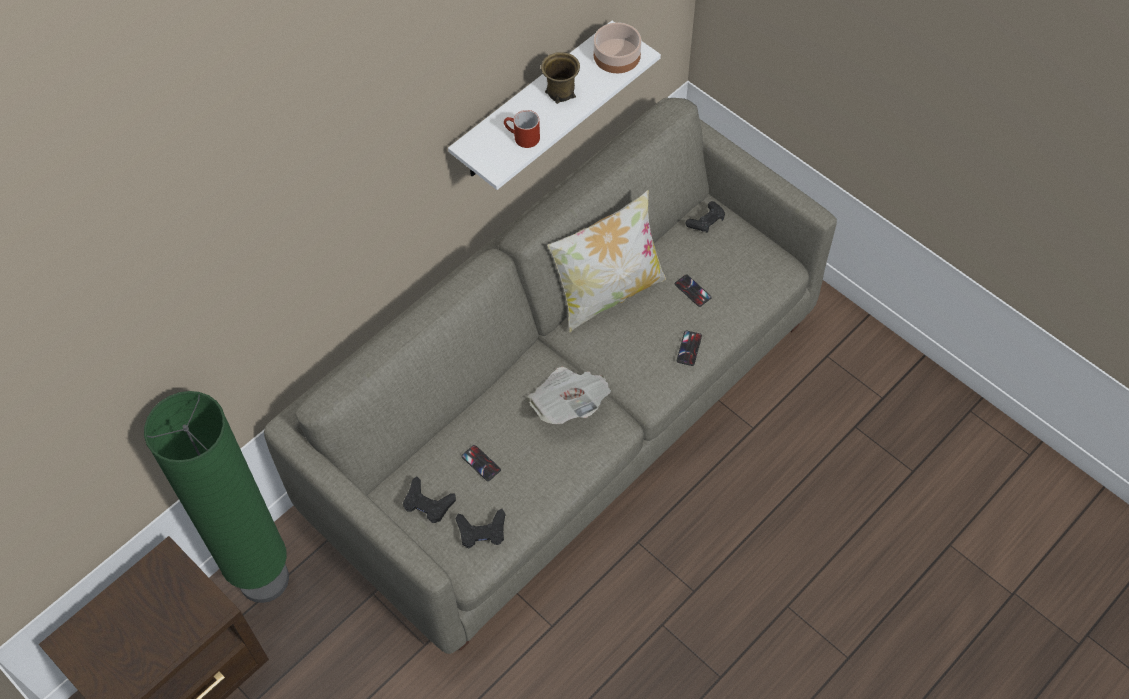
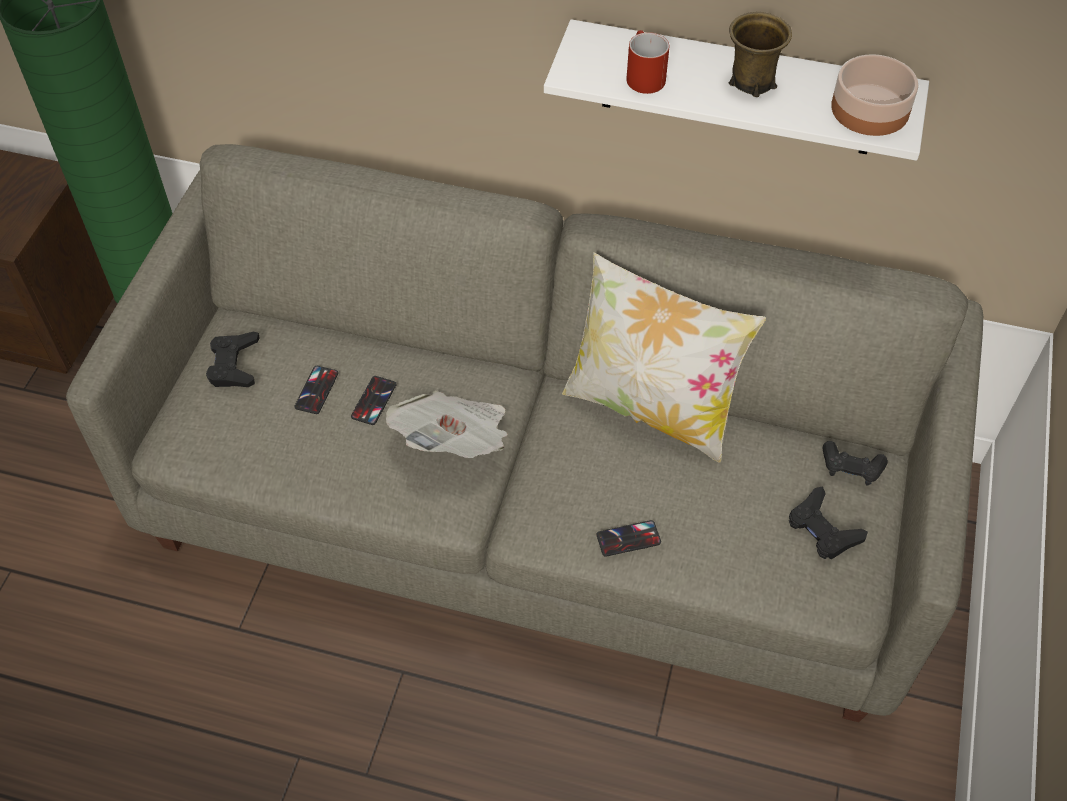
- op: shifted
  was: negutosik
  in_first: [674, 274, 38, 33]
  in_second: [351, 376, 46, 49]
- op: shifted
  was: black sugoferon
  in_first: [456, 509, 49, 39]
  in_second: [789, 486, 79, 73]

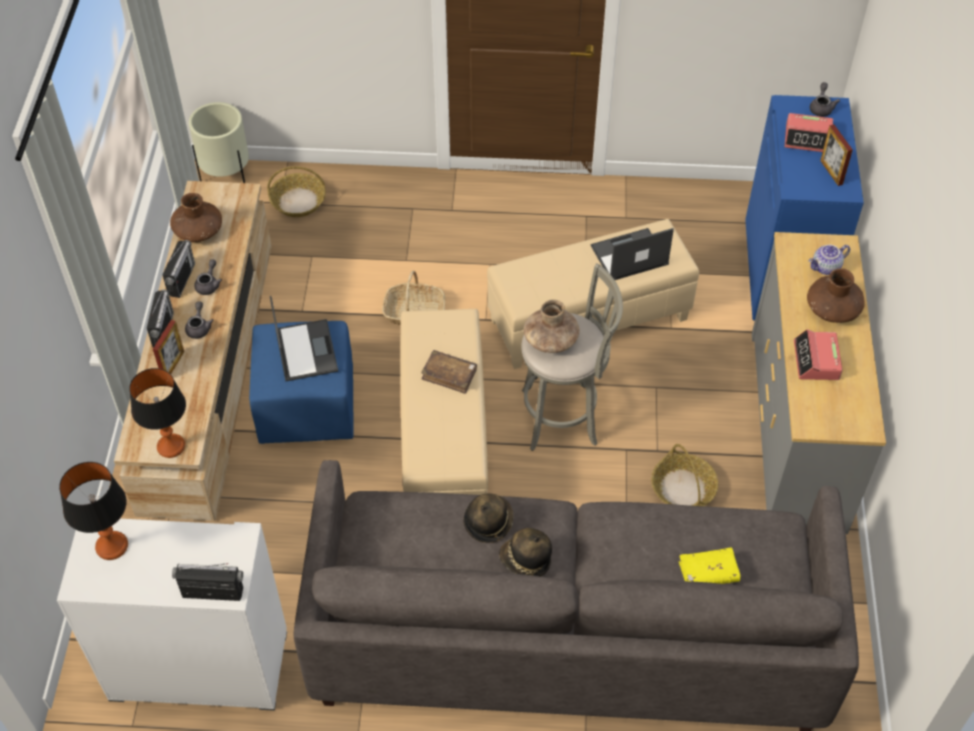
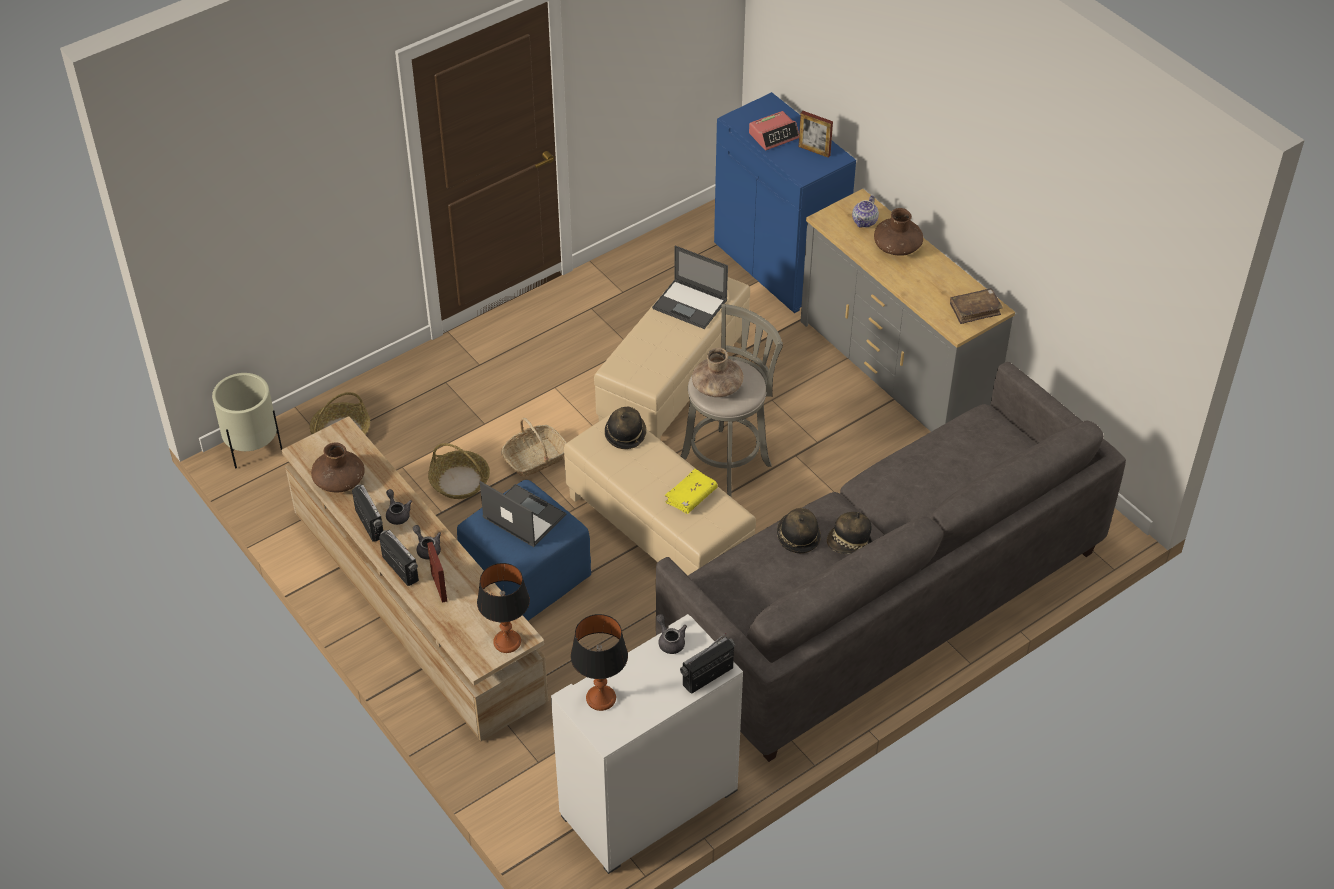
- op: shifted
  was: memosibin
  in_first: [651, 444, 67, 62]
  in_second: [428, 443, 62, 56]
- op: new
  now: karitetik
  in_second: [605, 407, 42, 42]
- op: rotated
  was: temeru
  in_first: [590, 228, 84, 52]
  in_second: [652, 245, 76, 84]
  clockwise: -90
- op: shifted
  was: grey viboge
  in_first: [810, 82, 30, 35]
  in_second: [656, 614, 31, 40]
- op: shifted
  was: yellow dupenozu
  in_first: [679, 547, 62, 37]
  in_second: [665, 469, 53, 45]
- op: shifted
  was: brown dupenozu
  in_first: [421, 350, 56, 44]
  in_second: [950, 288, 53, 36]
- op: gone
  was: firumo
  in_first: [794, 329, 48, 51]

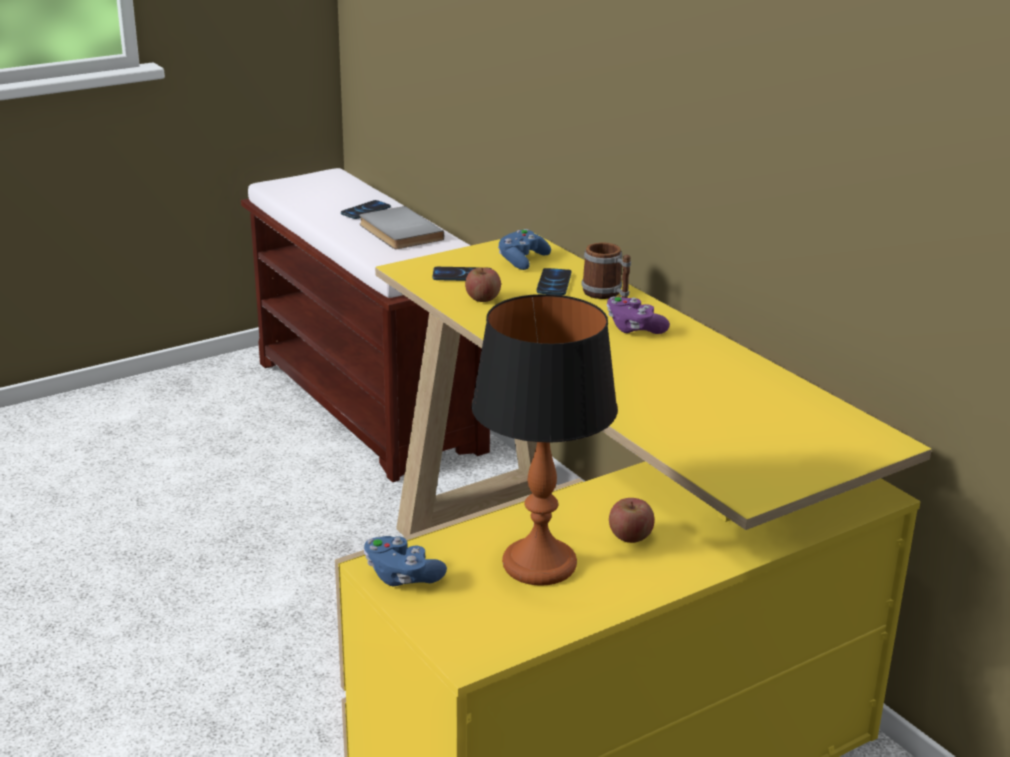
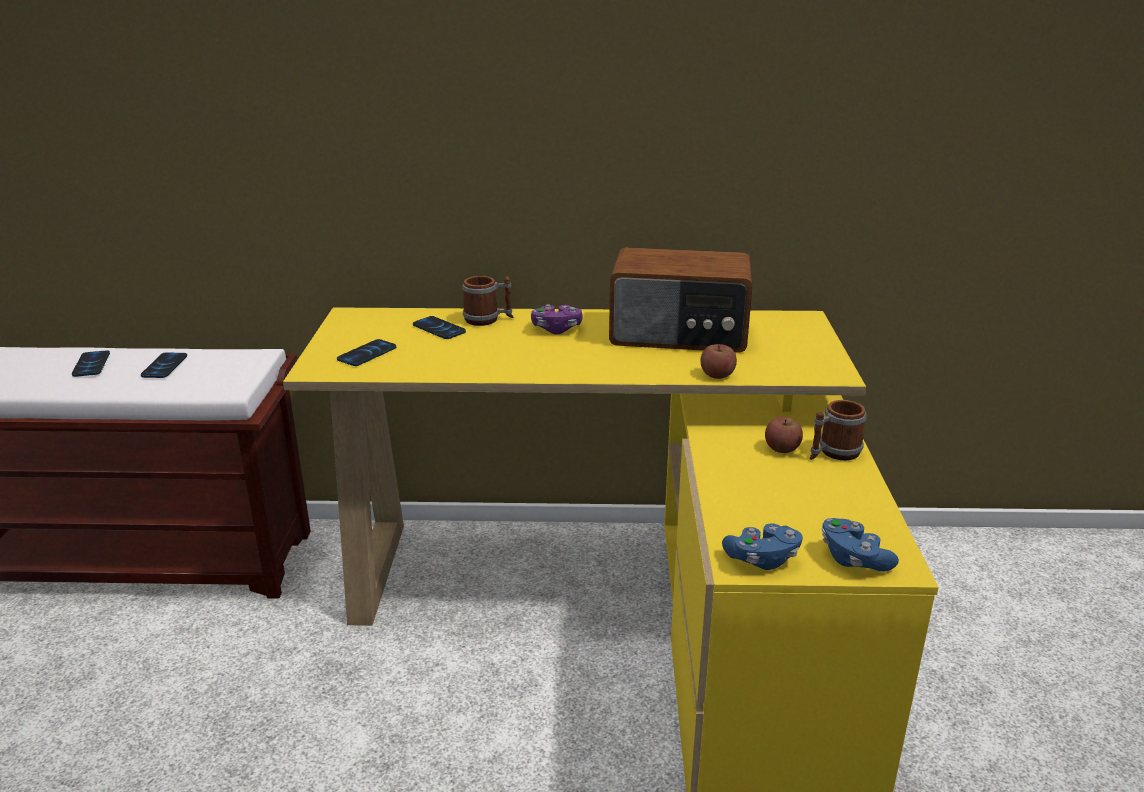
- op: swapped
  was: grey dupenozu
  now: negutosik
  in_first: [359, 206, 85, 43]
  in_second: [141, 353, 46, 25]
- op: new
  now: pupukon
  in_second: [609, 247, 143, 106]
- op: shifted
  was: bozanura
  in_first: [465, 268, 36, 34]
  in_second: [701, 344, 36, 35]
- op: new
  now: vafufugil
  in_second: [810, 400, 57, 60]
- op: shifted
  was: blue sugoferon
  in_first: [498, 229, 53, 41]
  in_second: [822, 518, 77, 54]
- op: gone
  was: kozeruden
  in_first: [471, 294, 147, 292]

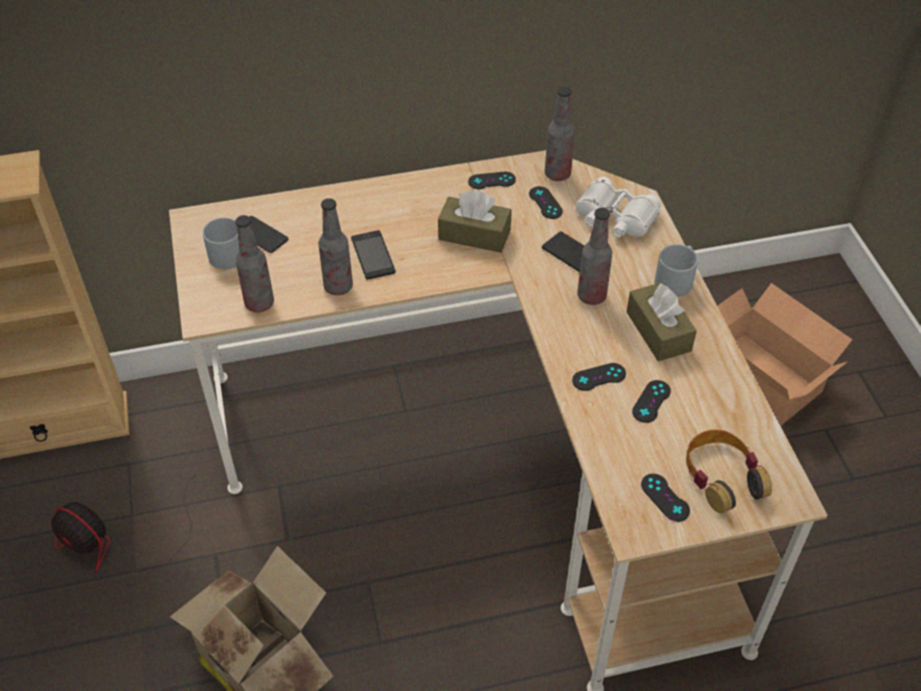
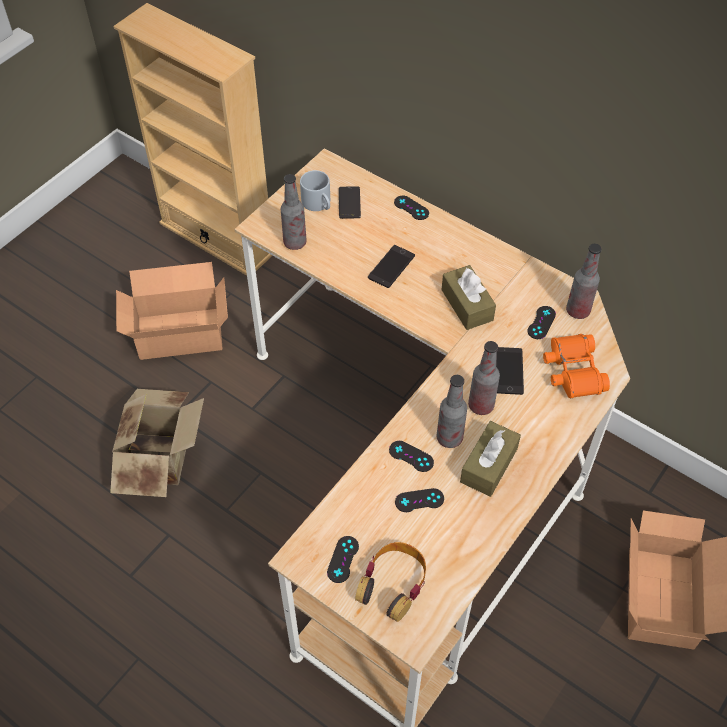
- op: swapped
  was: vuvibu
  now: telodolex
  in_first: [51, 471, 148, 102]
  in_second: [116, 262, 112, 98]
- op: shifted
  was: black sugoferon
  in_first: [468, 172, 48, 17]
  in_second: [394, 196, 35, 24]
- op: shifted
  was: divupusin
  in_first: [318, 198, 35, 97]
  in_second: [437, 375, 30, 73]
- op: repainted
  was: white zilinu
  now: orange zilinu
  in_first: [575, 177, 86, 60]
  in_second: [543, 334, 67, 64]
- op: gone
  was: grey vafufugil
  in_first: [655, 244, 43, 53]

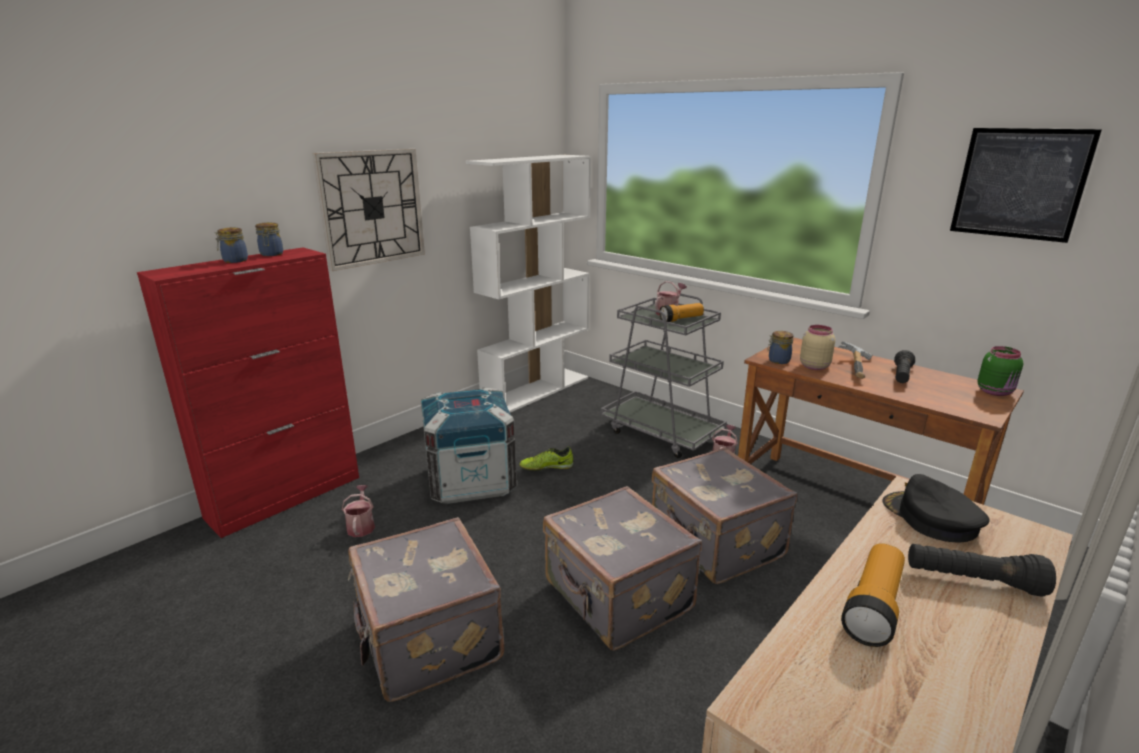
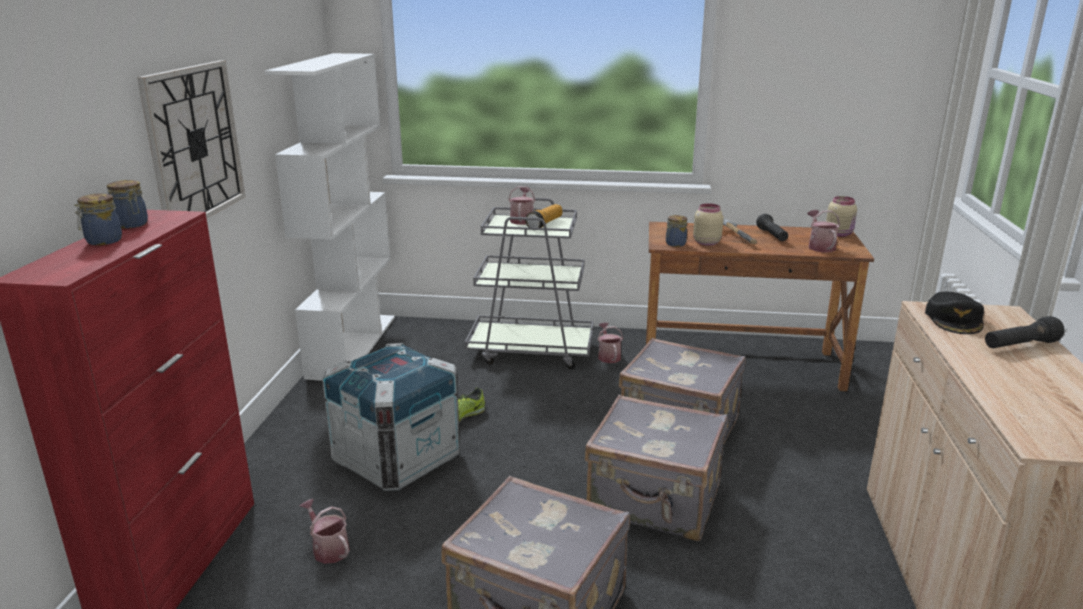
- op: new
  now: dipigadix
  in_second: [808, 210, 32, 43]
- op: repainted
  was: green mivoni
  now: beige mivoni
  in_first: [978, 346, 45, 50]
  in_second: [826, 196, 31, 41]
- op: rotated
  was: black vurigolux
  in_first: [882, 474, 108, 68]
  in_second: [925, 292, 59, 42]
  clockwise: -105
- op: gone
  was: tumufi
  in_first: [841, 543, 64, 104]
- op: gone
  was: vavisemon
  in_first: [950, 128, 152, 115]

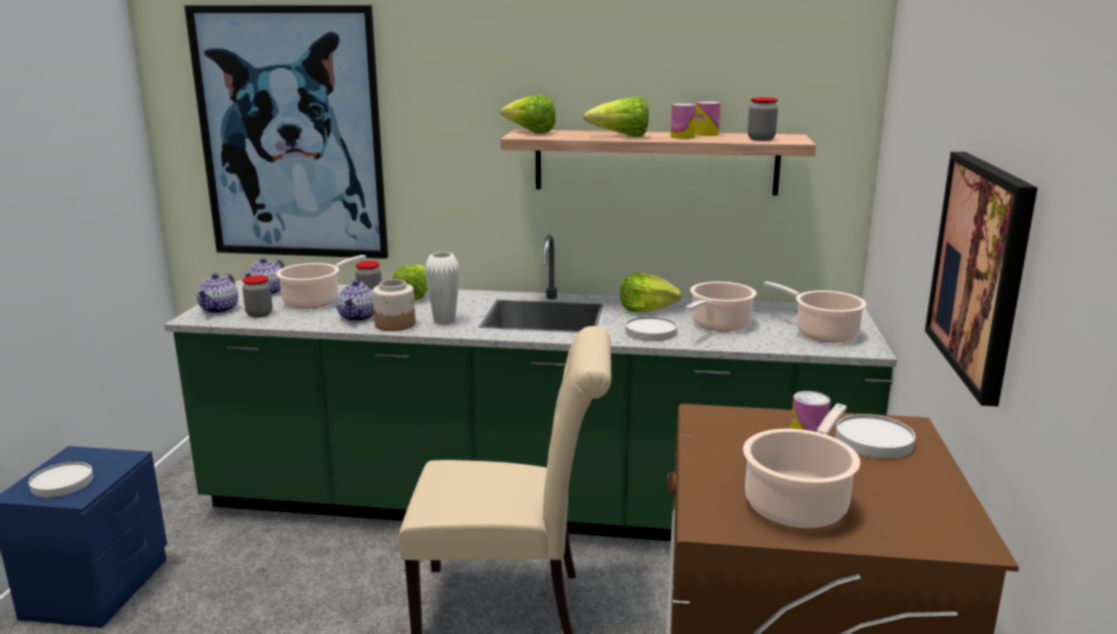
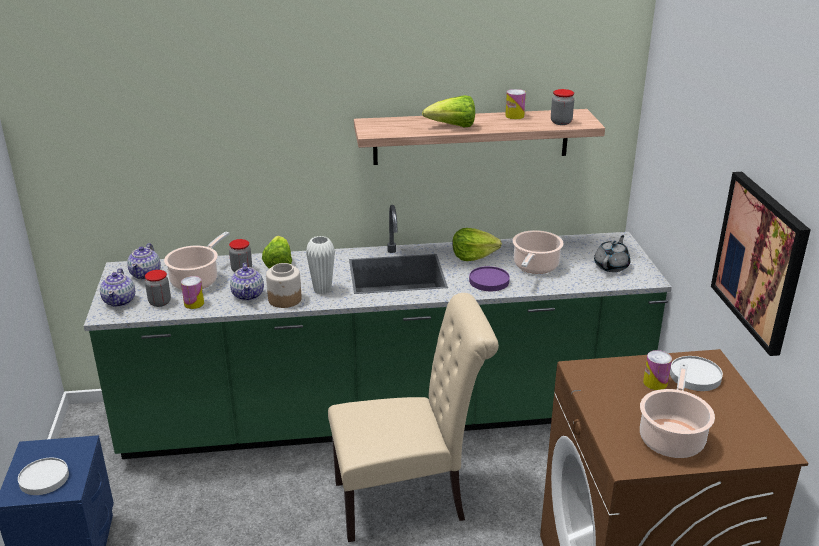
- op: shifted
  was: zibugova
  in_first: [671, 103, 25, 36]
  in_second: [181, 276, 23, 33]
- op: repainted
  was: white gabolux
  now: purple gabolux
  in_first: [625, 316, 52, 25]
  in_second: [469, 266, 41, 25]
- op: swapped
  was: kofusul
  now: grey viboge
  in_first: [763, 281, 103, 62]
  in_second: [594, 235, 37, 37]
- op: gone
  was: vavisemon
  in_first: [184, 5, 204, 254]
- op: gone
  was: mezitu
  in_first: [500, 94, 56, 40]

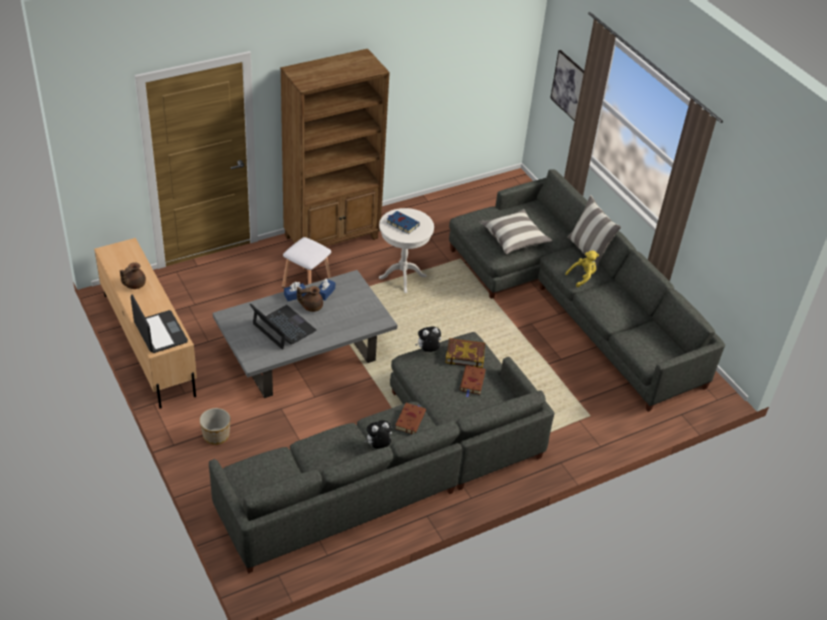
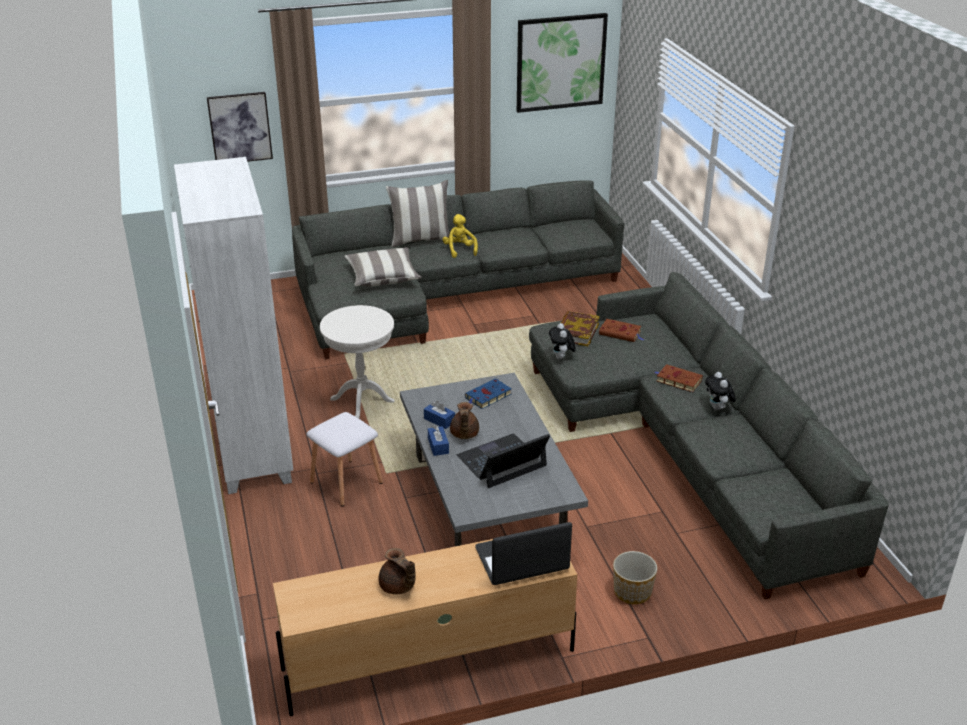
- op: repainted
  was: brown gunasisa
  now: white gunasisa
  in_first: [280, 49, 110, 198]
  in_second: [174, 157, 119, 337]
- op: shifted
  was: blue dupenozu
  in_first: [386, 211, 34, 23]
  in_second: [465, 378, 47, 31]
- op: new
  now: vavisemon
  in_second: [517, 13, 91, 100]

